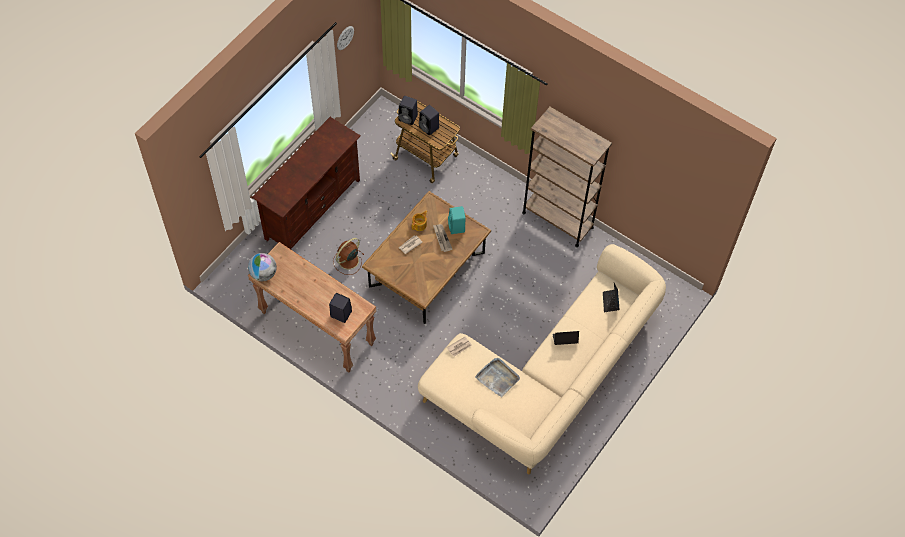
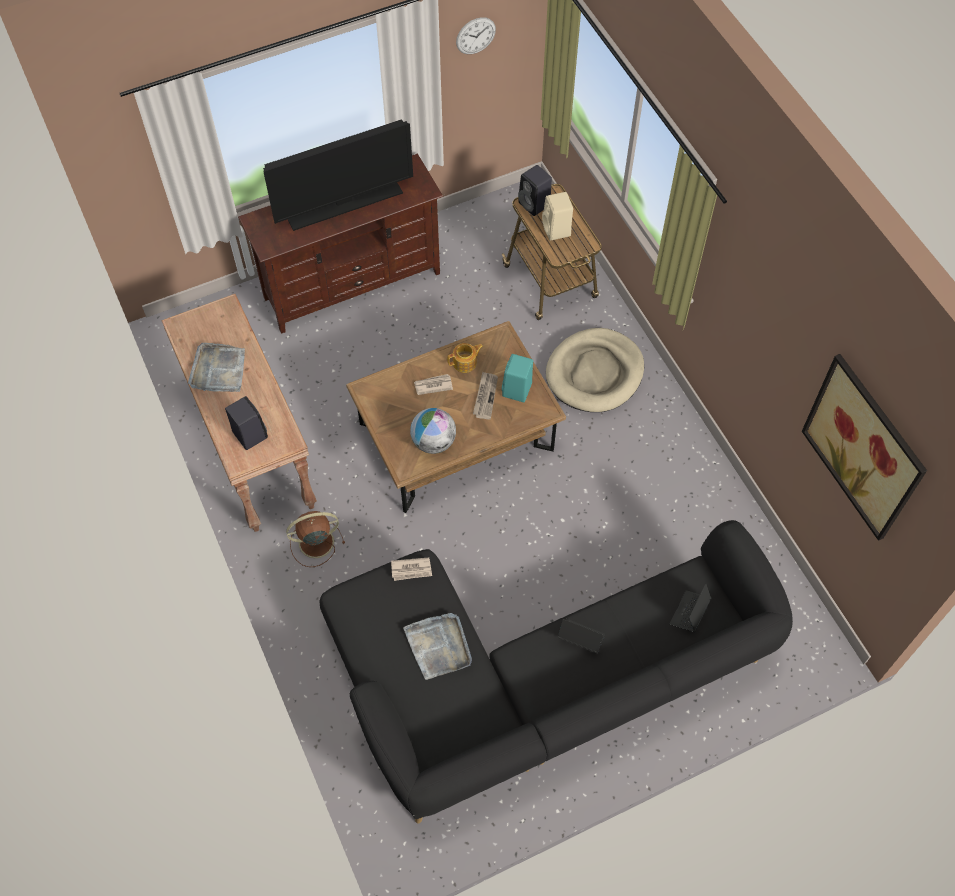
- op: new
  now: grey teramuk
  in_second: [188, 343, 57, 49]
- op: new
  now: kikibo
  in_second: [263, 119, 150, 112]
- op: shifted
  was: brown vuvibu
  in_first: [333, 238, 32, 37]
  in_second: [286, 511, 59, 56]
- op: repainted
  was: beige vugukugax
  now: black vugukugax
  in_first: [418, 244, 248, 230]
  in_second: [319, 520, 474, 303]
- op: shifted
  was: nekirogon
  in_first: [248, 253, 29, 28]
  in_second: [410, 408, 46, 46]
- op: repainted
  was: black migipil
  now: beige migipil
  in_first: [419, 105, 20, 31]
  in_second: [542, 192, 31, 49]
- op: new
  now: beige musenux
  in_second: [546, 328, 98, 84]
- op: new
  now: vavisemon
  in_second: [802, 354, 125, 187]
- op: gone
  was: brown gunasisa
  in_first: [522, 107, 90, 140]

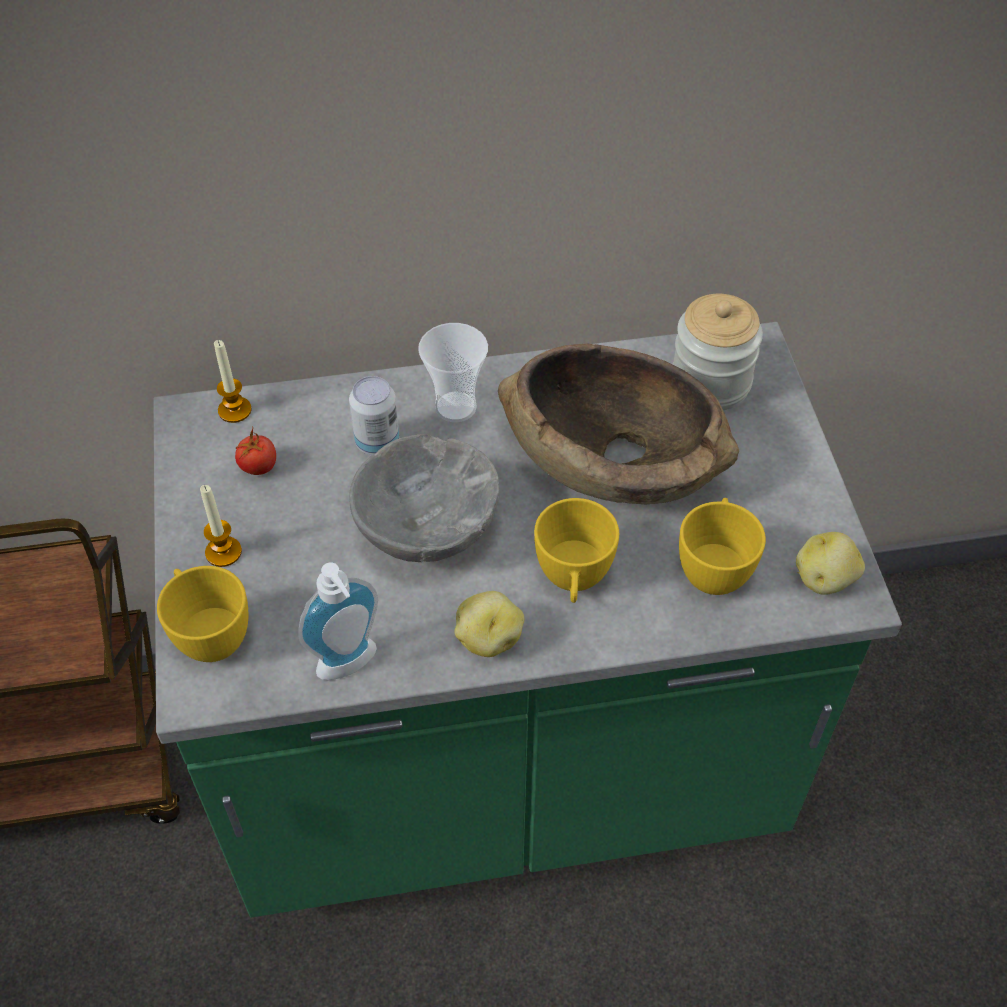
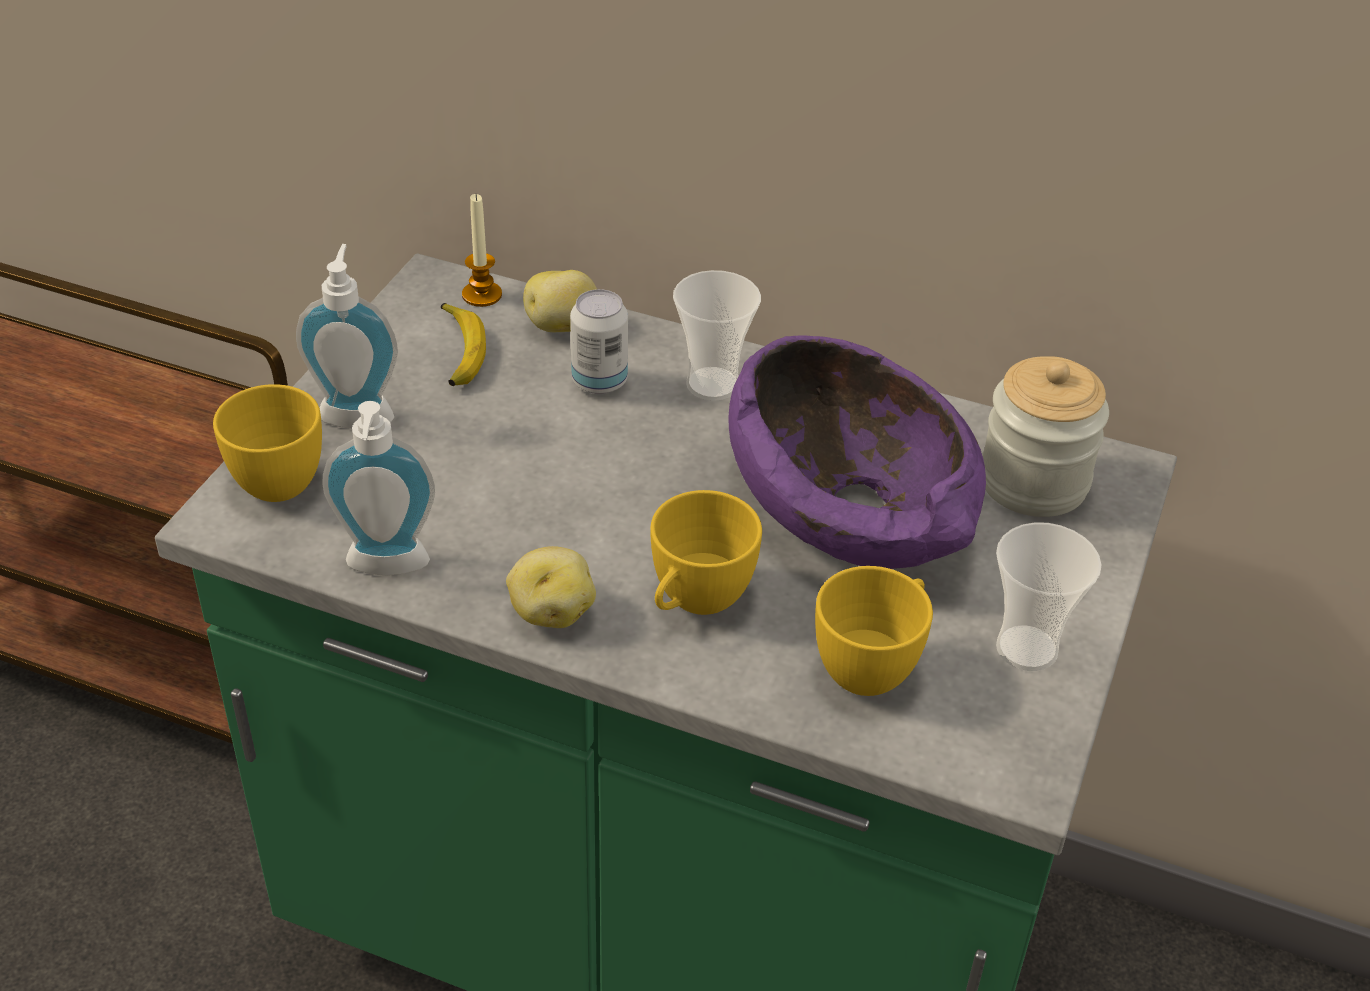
- op: swapped
  was: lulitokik
  now: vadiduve
  in_first: [200, 485, 42, 82]
  in_second: [296, 244, 102, 185]
- op: swapped
  was: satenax
  now: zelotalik
  in_first: [235, 428, 41, 47]
  in_second: [441, 303, 45, 83]
- op: shifted
  was: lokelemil
  in_first: [796, 532, 69, 63]
  in_second: [523, 270, 74, 62]
- op: repainted
  was: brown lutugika
  now: purple lutugika
  in_first: [498, 344, 241, 160]
  in_second: [728, 335, 258, 234]
- op: new
  now: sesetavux
  in_second: [996, 522, 105, 149]
- op: gone
  was: grey lutugika
  in_first: [349, 434, 151, 128]

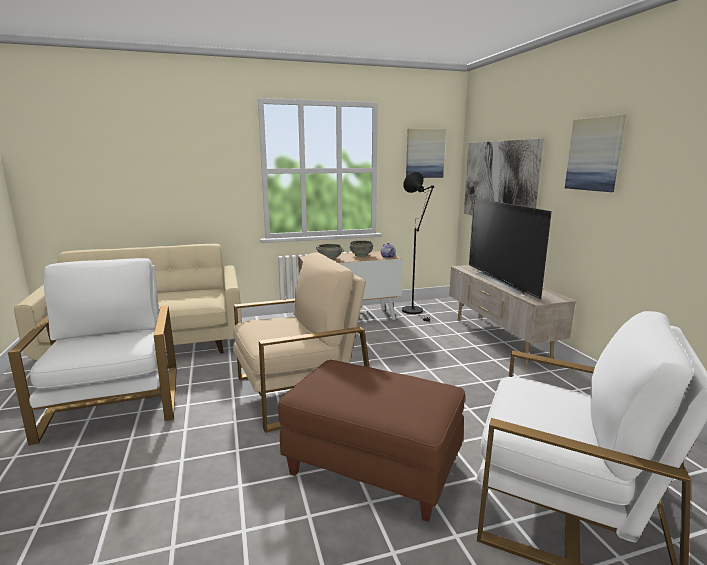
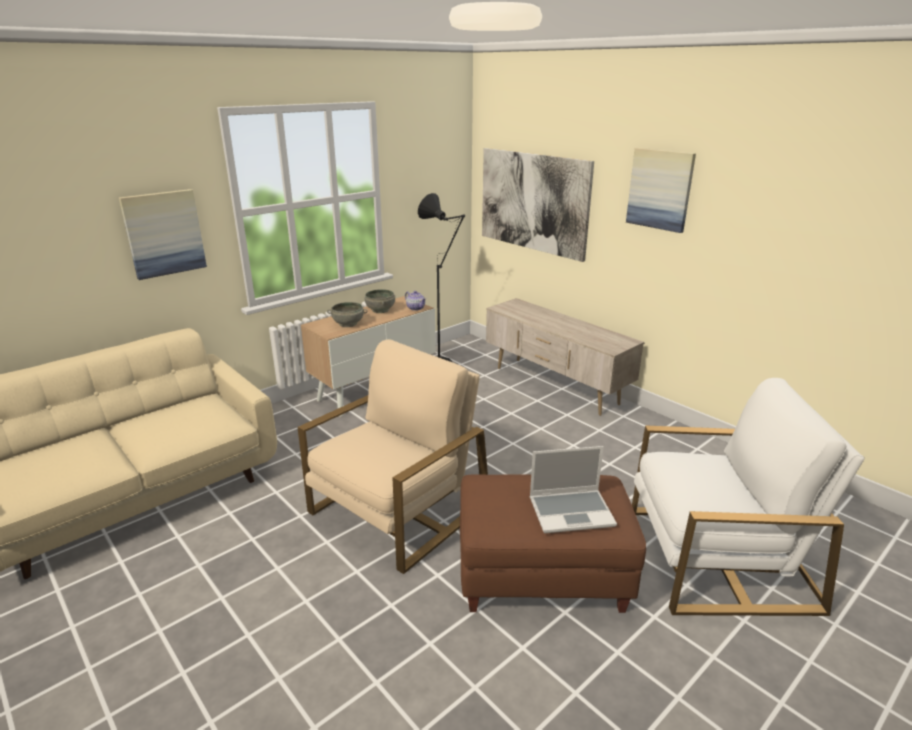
- op: shifted
  was: vavisemon
  in_first: [406, 129, 40, 49]
  in_second: [118, 189, 89, 91]
- op: new
  now: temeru
  in_second: [530, 446, 87, 87]
- op: gone
  was: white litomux
  in_first: [8, 258, 169, 187]
- op: gone
  was: kikibo
  in_first: [469, 198, 83, 102]

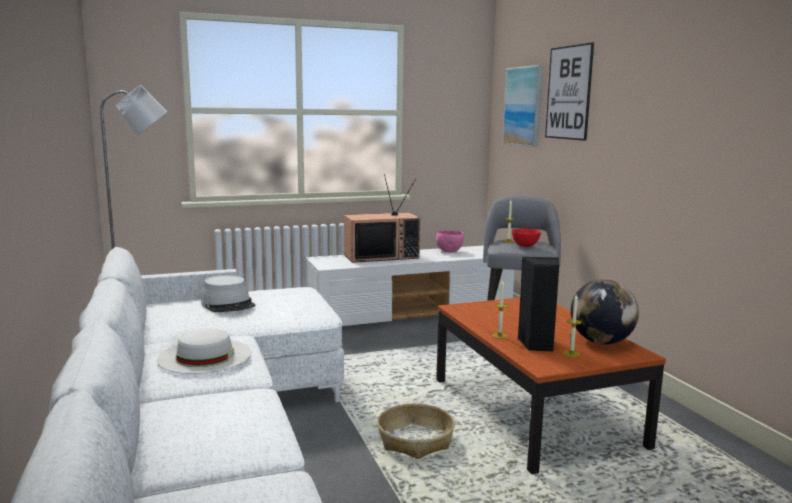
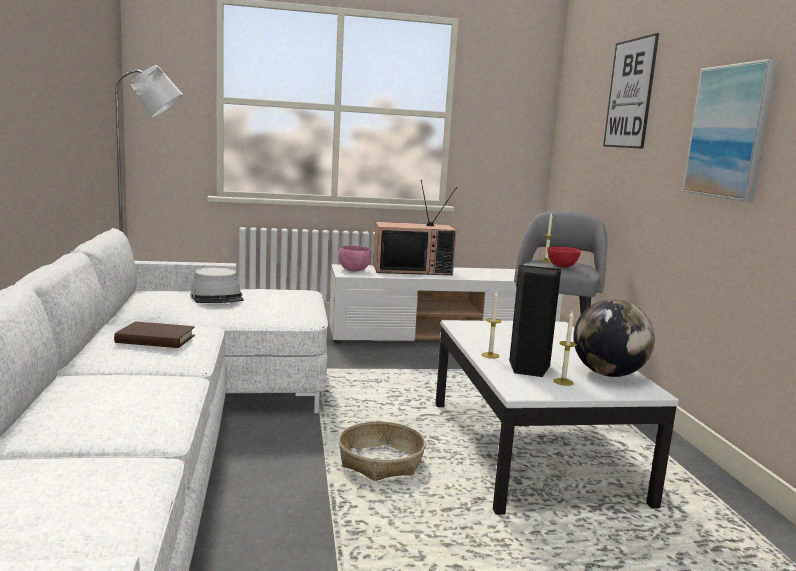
- op: swapped
  was: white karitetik
  now: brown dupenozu
  in_first: [157, 328, 94, 46]
  in_second: [114, 322, 81, 26]
- op: shifted
  was: pink lutugika
  in_first: [436, 230, 28, 22]
  in_second: [338, 245, 33, 27]
- op: repainted
  was: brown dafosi
  now: white dafosi
  in_first: [436, 297, 230, 177]
  in_second: [436, 320, 243, 195]
- op: shifted
  was: vavisemon
  in_first: [502, 65, 41, 82]
  in_second: [682, 59, 96, 143]

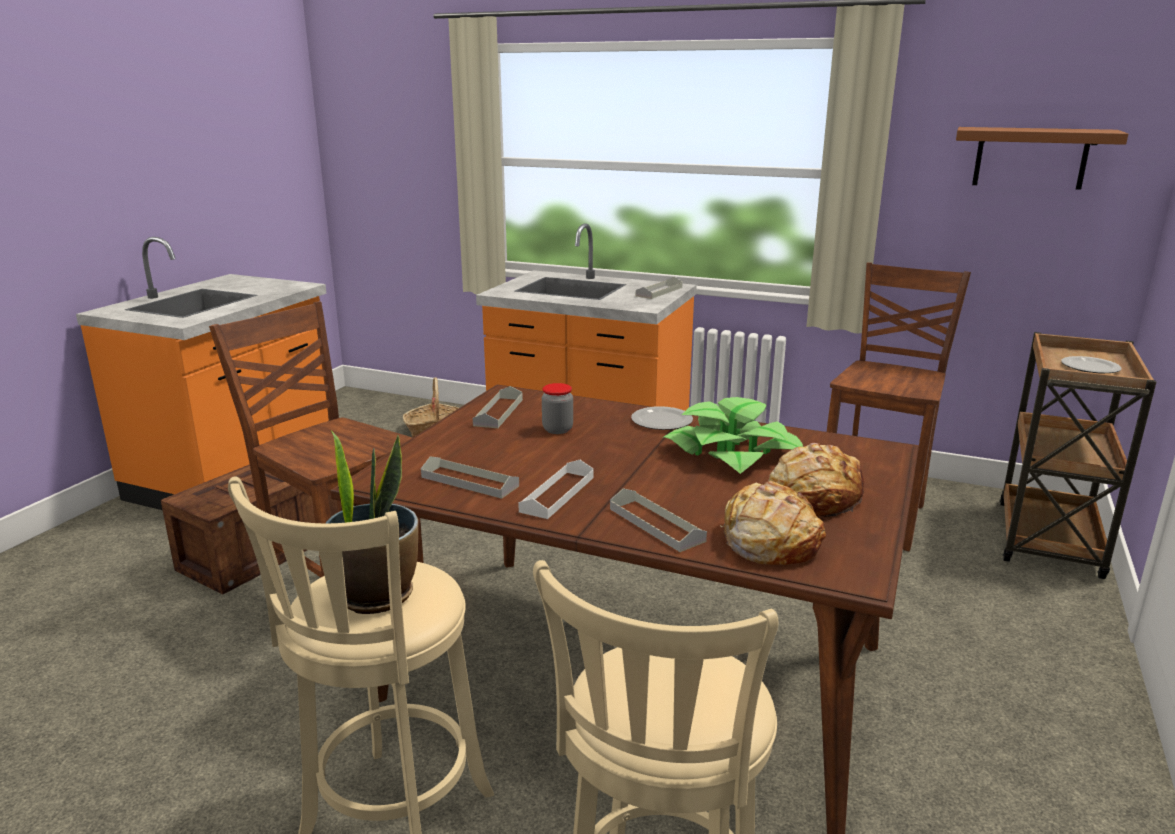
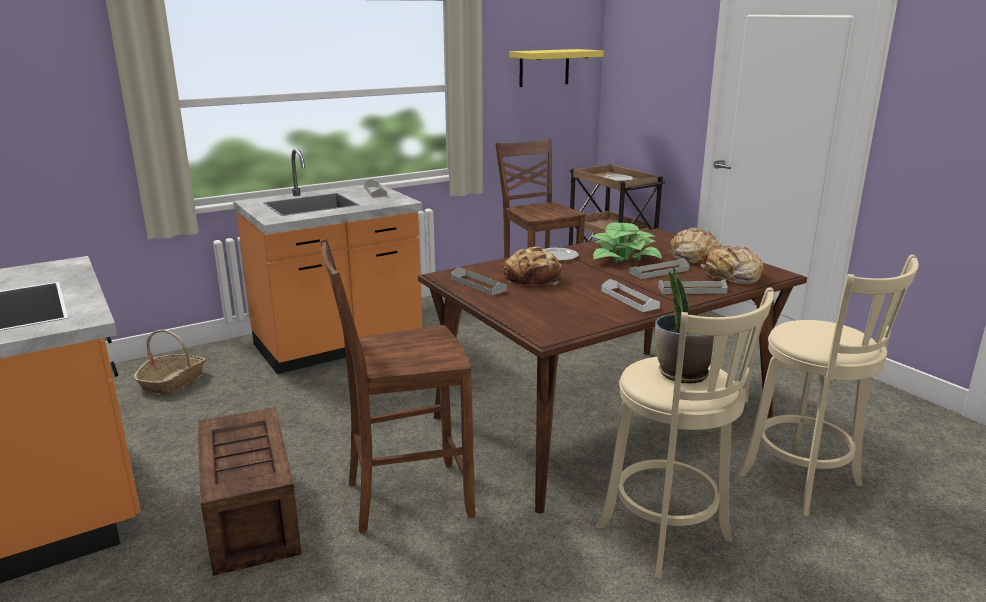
- op: swapped
  was: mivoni
  now: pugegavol
  in_first: [542, 383, 31, 51]
  in_second: [503, 246, 59, 40]
- op: repainted
  was: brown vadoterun
  now: yellow vadoterun
  in_first: [956, 127, 172, 63]
  in_second: [509, 49, 95, 38]
- op: shifted
  was: grey teramuk
  in_first: [421, 457, 98, 42]
  in_second: [629, 258, 61, 21]

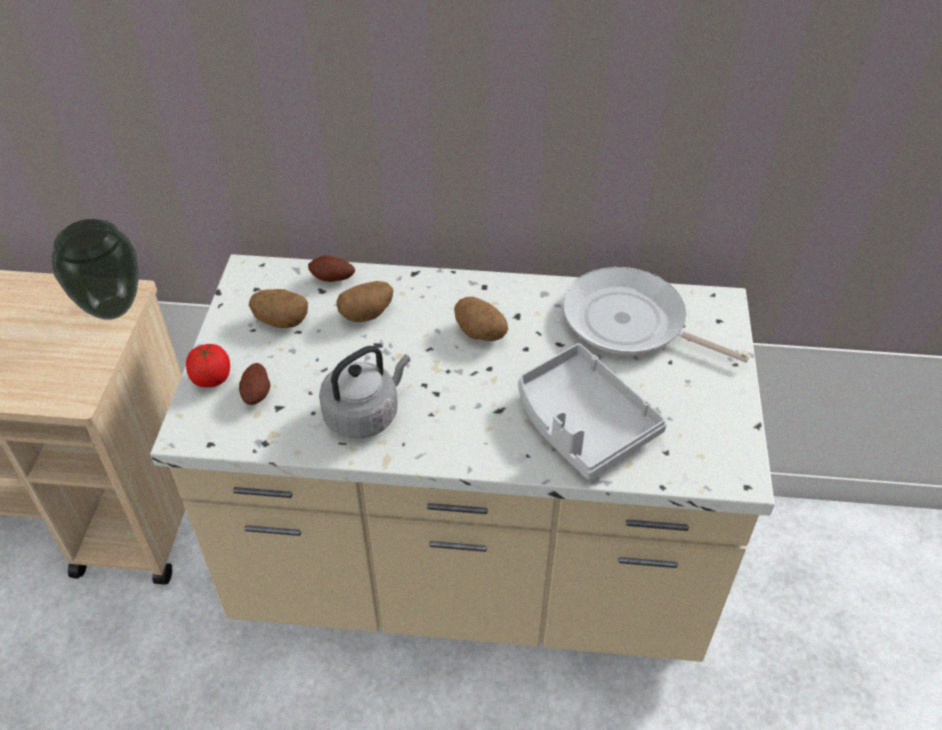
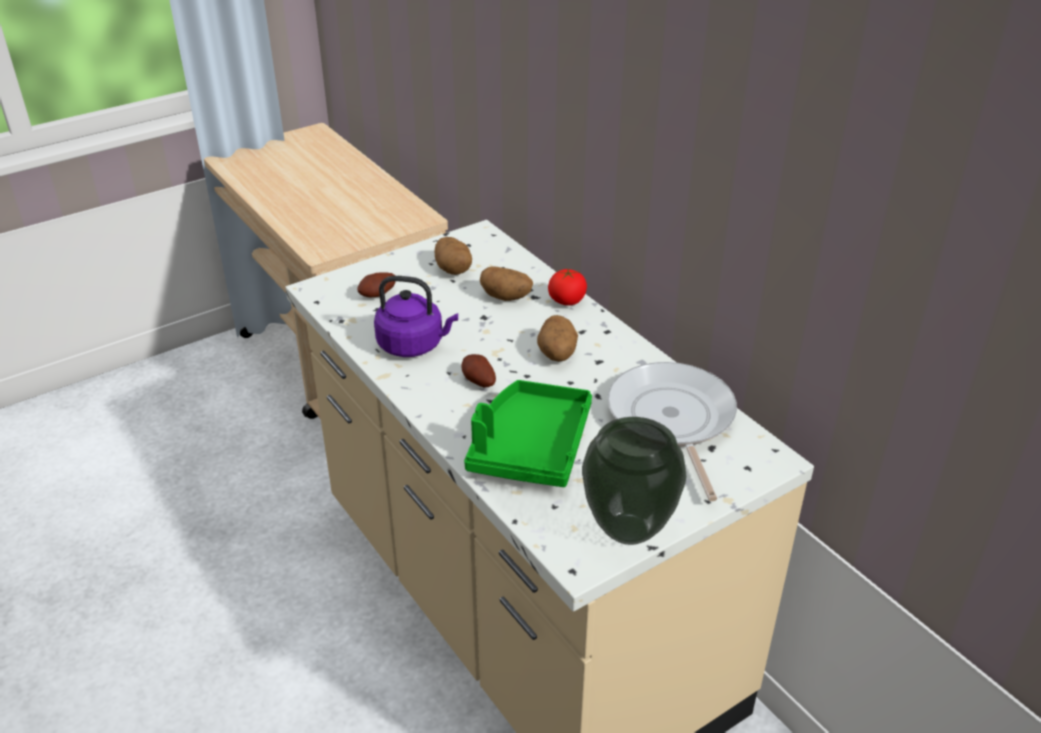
- op: repainted
  was: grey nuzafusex
  now: purple nuzafusex
  in_first: [319, 346, 91, 92]
  in_second: [374, 276, 84, 81]
- op: shifted
  was: lokelemil
  in_first: [308, 255, 47, 27]
  in_second: [461, 354, 35, 33]
- op: repainted
  was: grey teramuk
  now: green teramuk
  in_first: [518, 343, 149, 137]
  in_second: [464, 380, 128, 107]
- op: shifted
  was: satenax
  in_first: [186, 344, 44, 43]
  in_second: [548, 269, 39, 37]
- op: shifted
  was: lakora
  in_first: [51, 219, 88, 101]
  in_second: [582, 417, 105, 128]

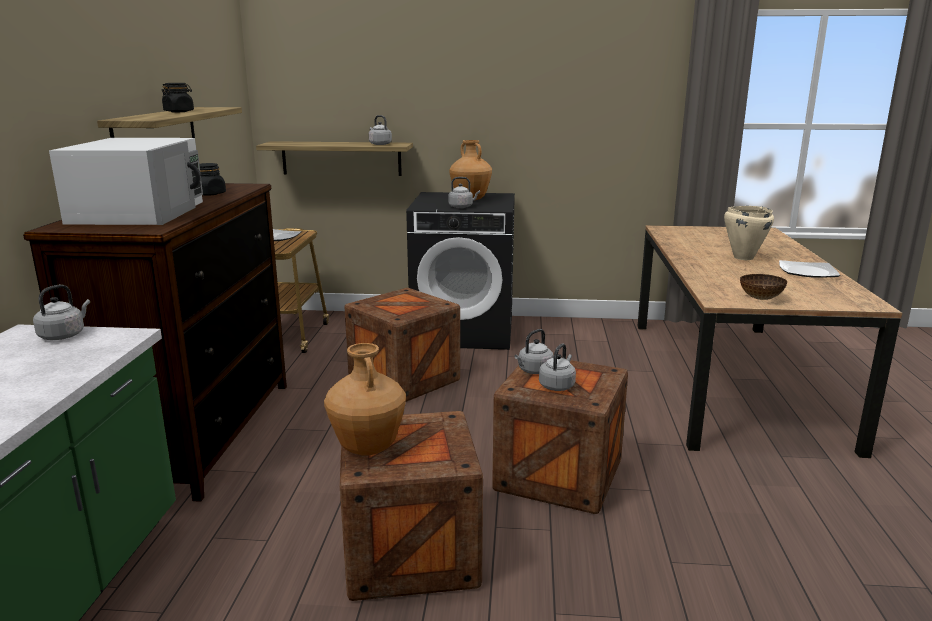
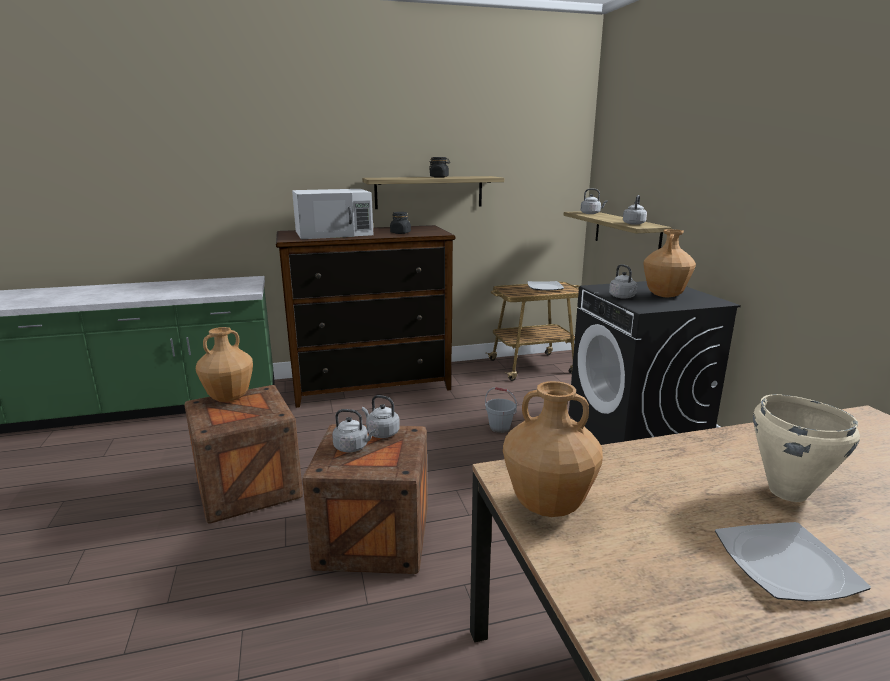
- op: swapped
  was: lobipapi
  now: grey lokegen
  in_first: [345, 288, 115, 114]
  in_second: [485, 387, 32, 46]
- op: swapped
  was: lutugika
  now: brown lakora
  in_first: [740, 274, 47, 26]
  in_second: [503, 381, 100, 136]
- op: shifted
  was: grey nuzafusex
  in_first: [33, 284, 57, 56]
  in_second: [581, 189, 27, 25]

